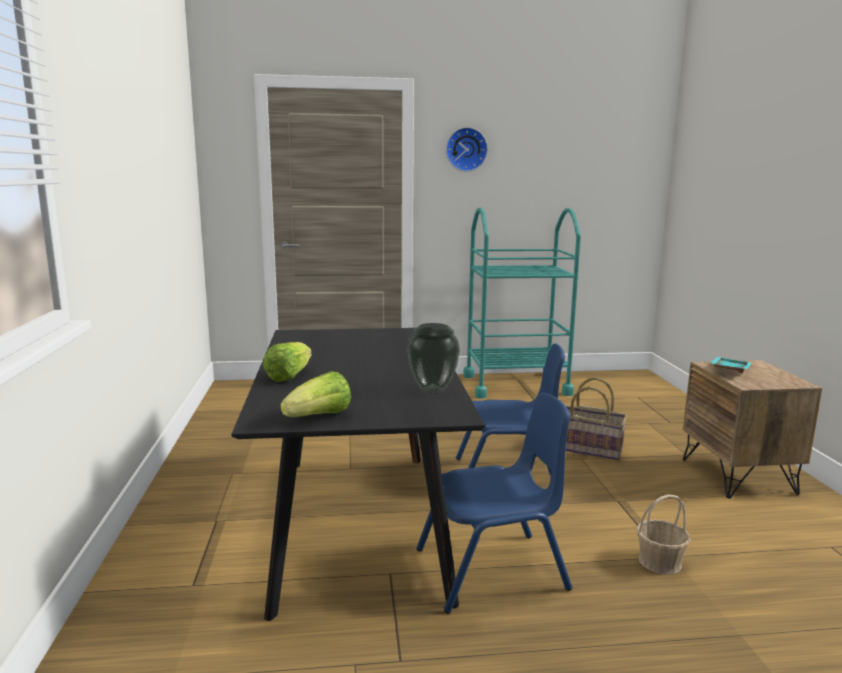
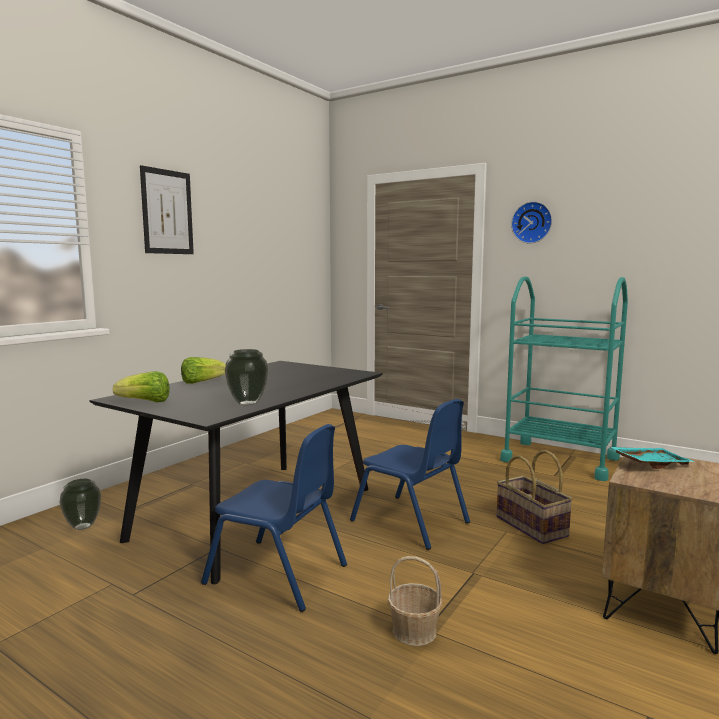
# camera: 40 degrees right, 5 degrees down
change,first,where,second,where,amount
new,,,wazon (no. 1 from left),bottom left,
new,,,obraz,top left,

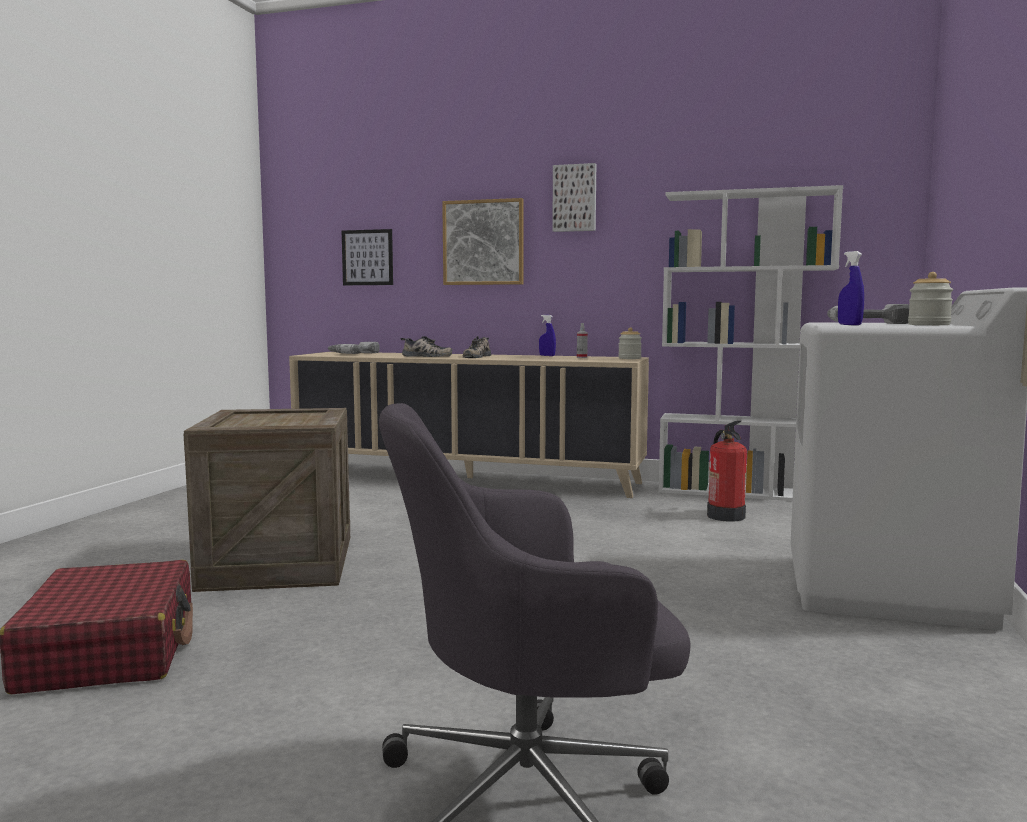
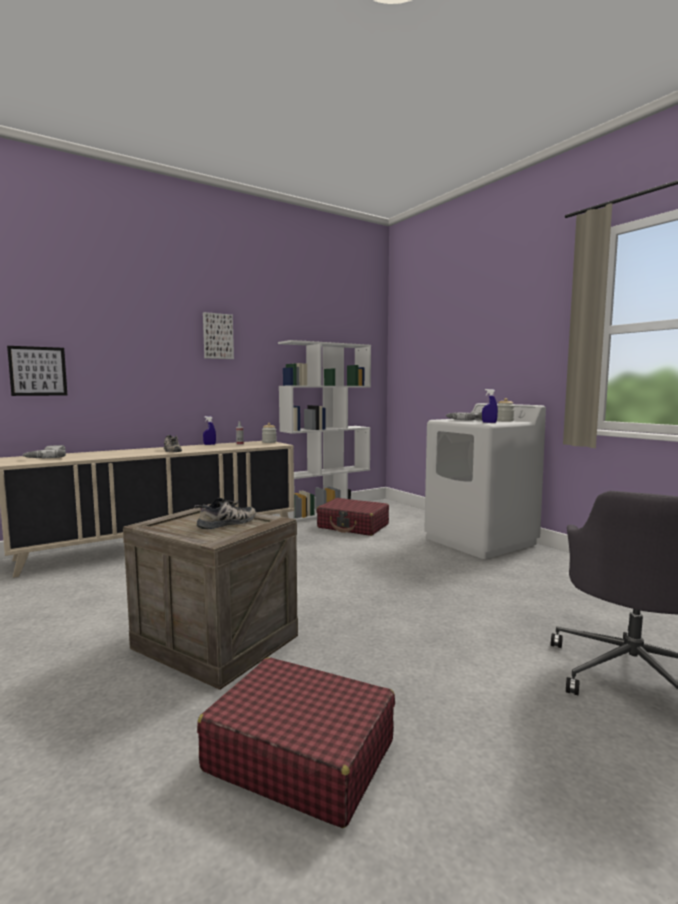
# camera: 50 degrees left, 0 degrees up
change,first,where,second,where,amount
shifted,but (no. 1 from left in the first image),centre,but (no. 2 from left),middle left,
swapped,gaśnica,middle right,walizka [czerwony] (no. 2 from left),centre,
gone,obraz (no. 2 from left),top centre,,,

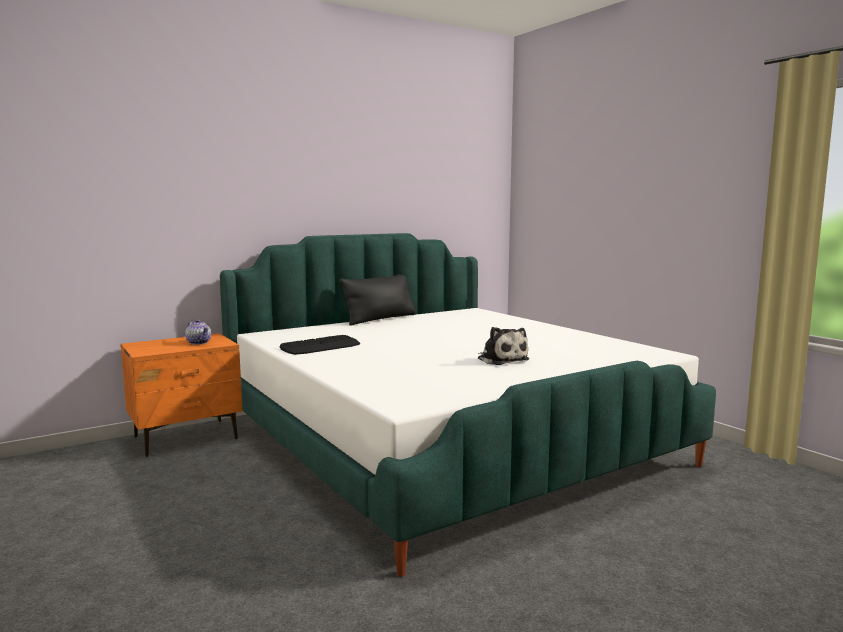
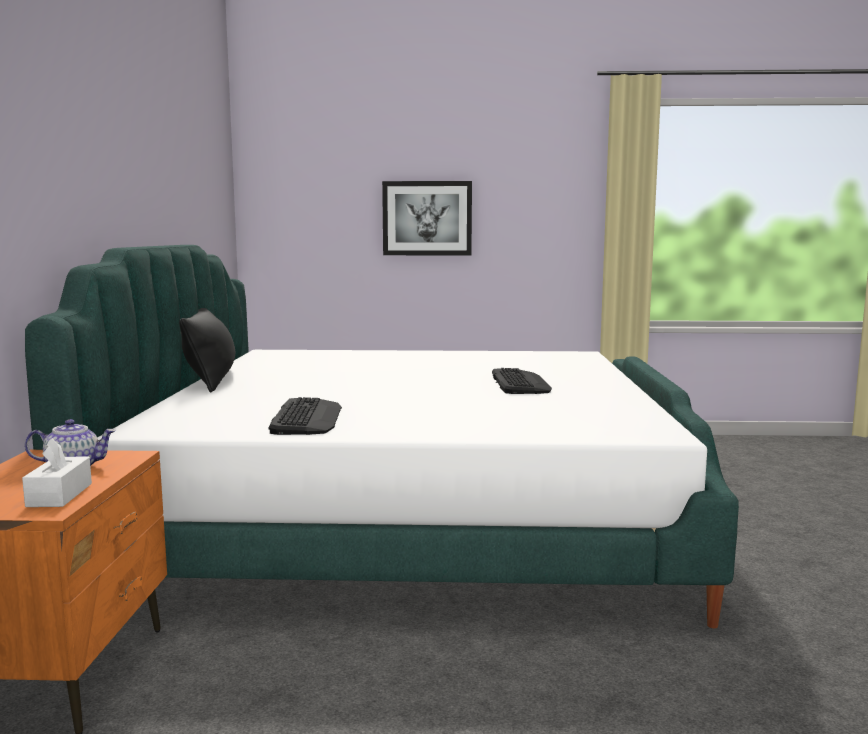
# camera: 55 degrees left, 0 degrees up
change,first,where,second,where,amount
new,,,pudełko chusteczek [biały],middle left,
new,,,obraz,top centre,
swapped,pluszak,centre,klawiatura (no. 2 from left),centre,

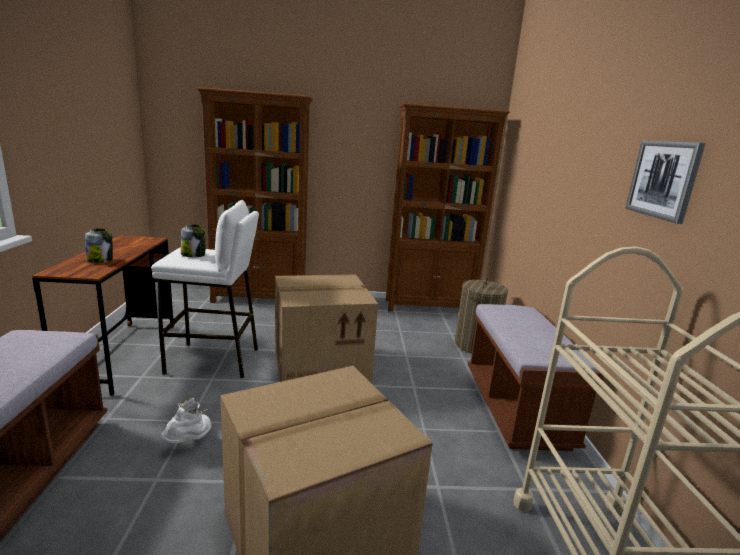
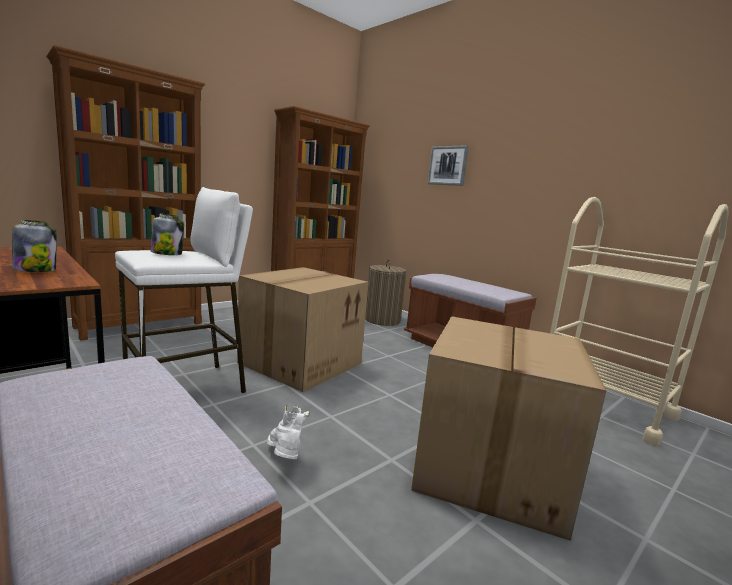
# camera: 40 degrees left, 5 degrees down
change,first,where,second,where,amount
shifted,obraz,top right,,top centre,

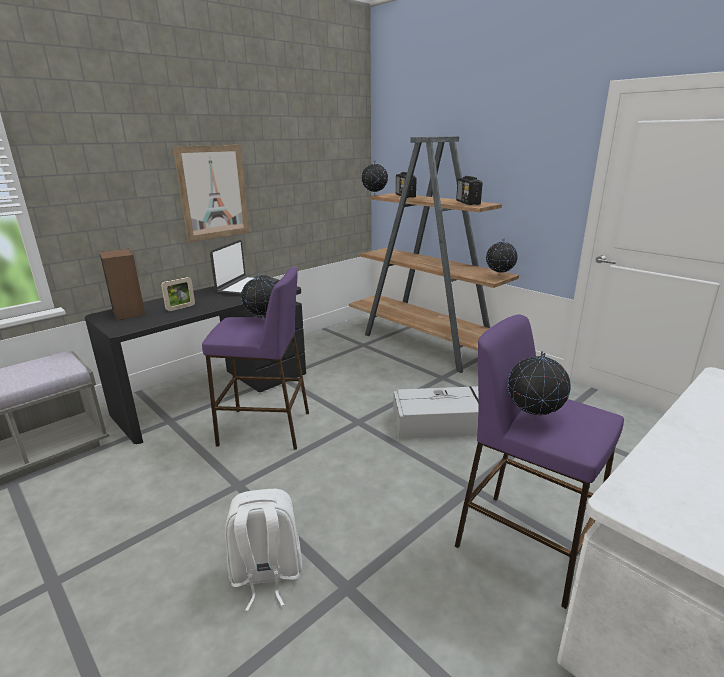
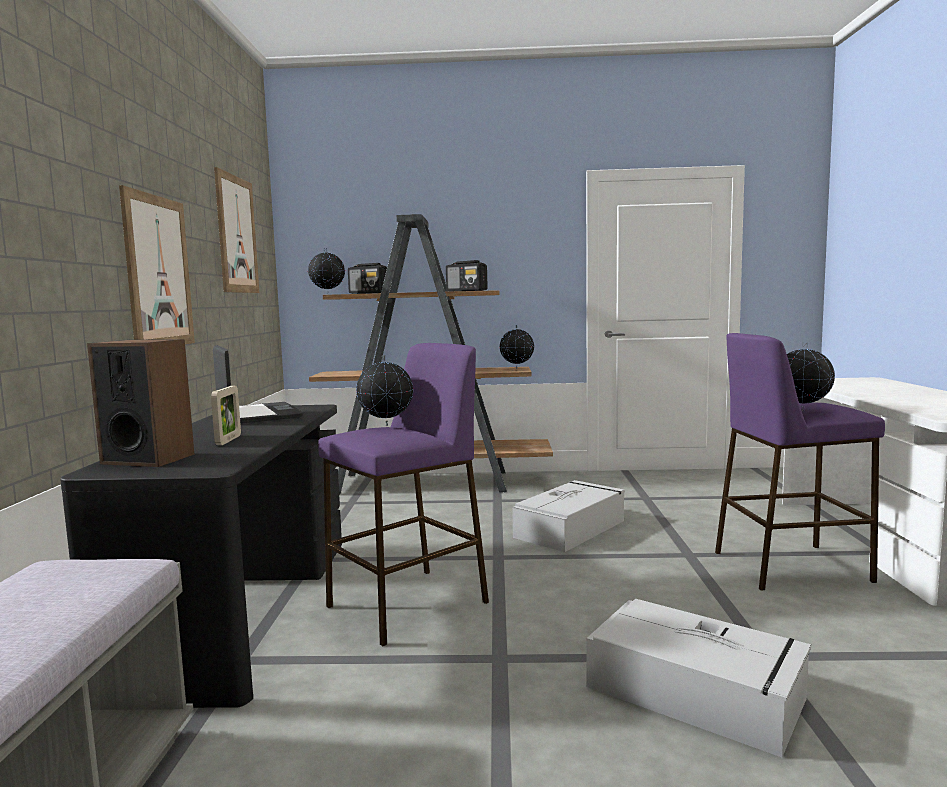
# camera: 45 degrees left, 15 degrees down
change,first,where,second,where,amount
new,,,obraz (no. 2 from left),top left,
swapped,plecak [biały],bottom centre,pojemnik do przechowywania [szary] (no. 2 from left),bottom right,

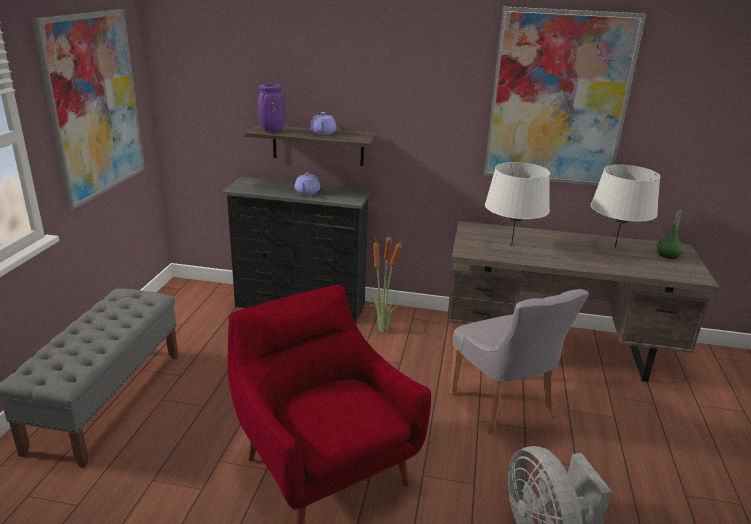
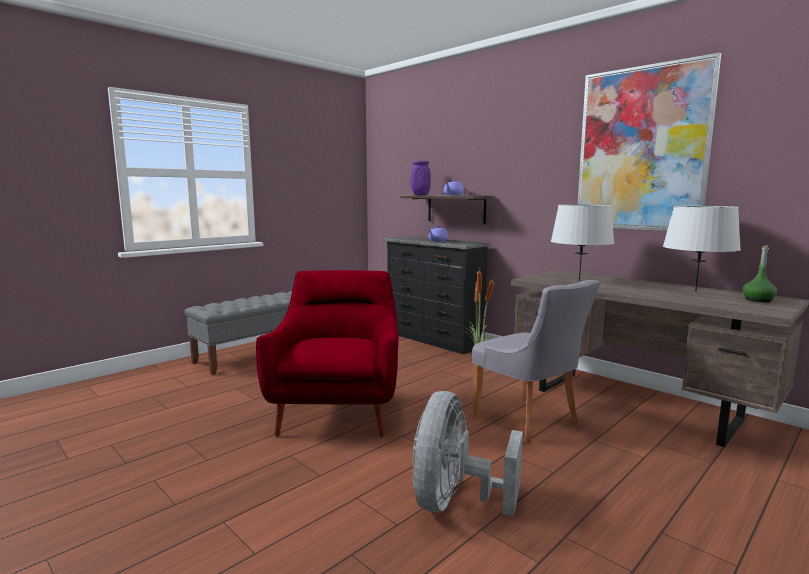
# camera: 35 degrees right, 15 degrees down
change,first,where,second,where,amount
rotated,krzesło [szary],bottom right,,centre,45 degrees counterclockwise
gone,obraz (no. 1 from left),top left,,,

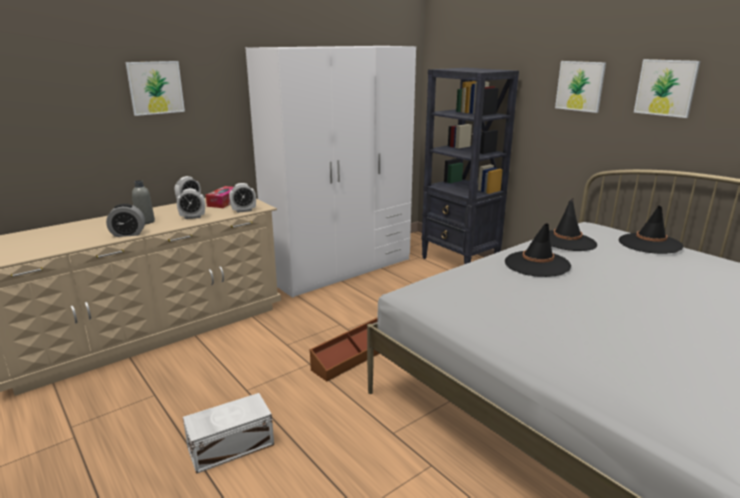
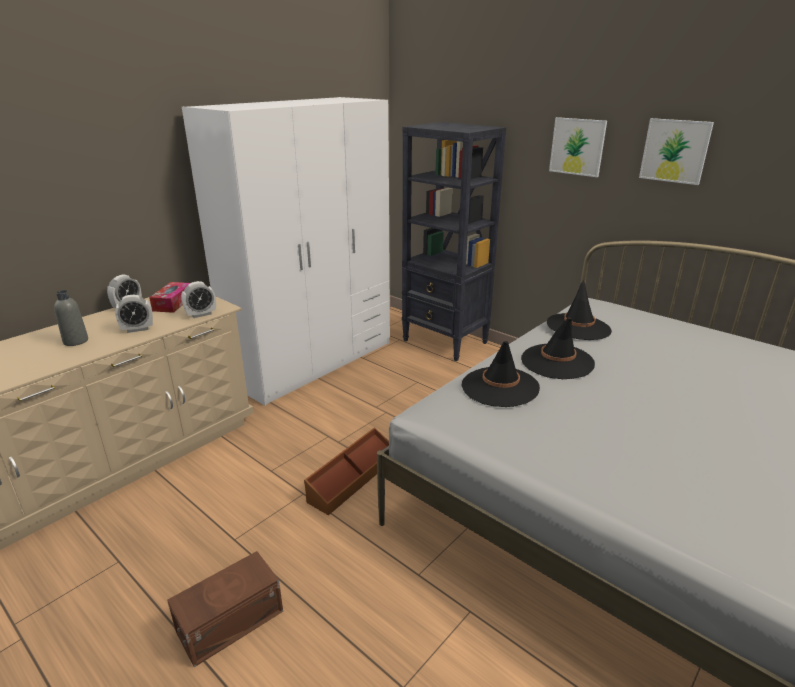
# camera: 10 degrees left, 5 degrees up
change,first,where,second,where,amount
repainted,pojemnik do przechowywania [biały],bottom left,pojemnik do przechowywania [brązowy] (no. 1 from left),bottom left,
shifted,kapelusz [czarny] (no. 3 from left in the first image),middle right,kapelusz [czarny] (no. 1 from left),centre,
gone,budzik (no. 1 from left),middle left,,,
gone,obraz (no. 1 from left),top left,,,

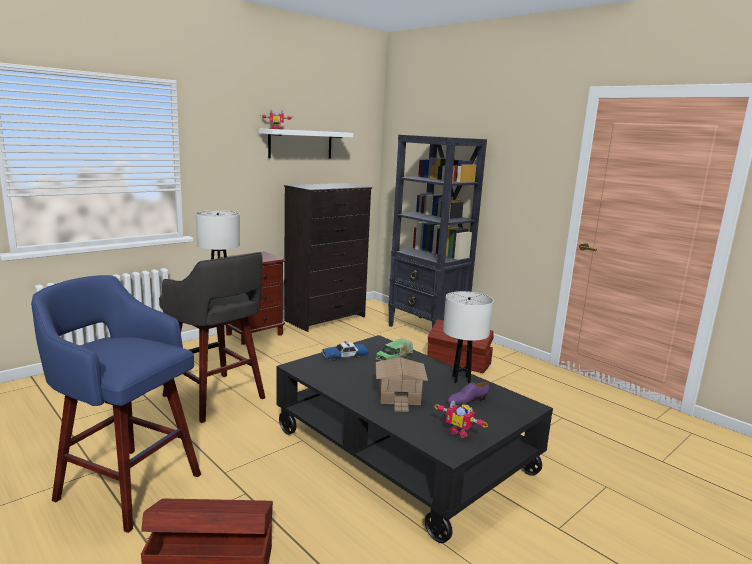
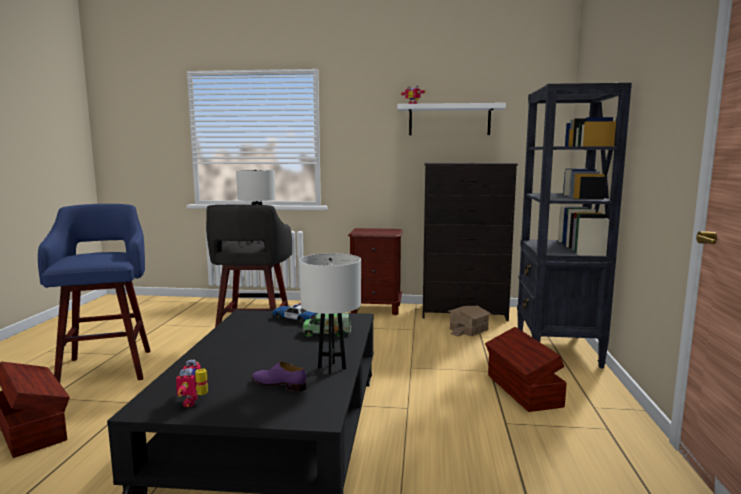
# camera: 50 degrees right, 5 degrees down
change,first,where,second,where,amount
shifted,domek,bottom centre,,centre,

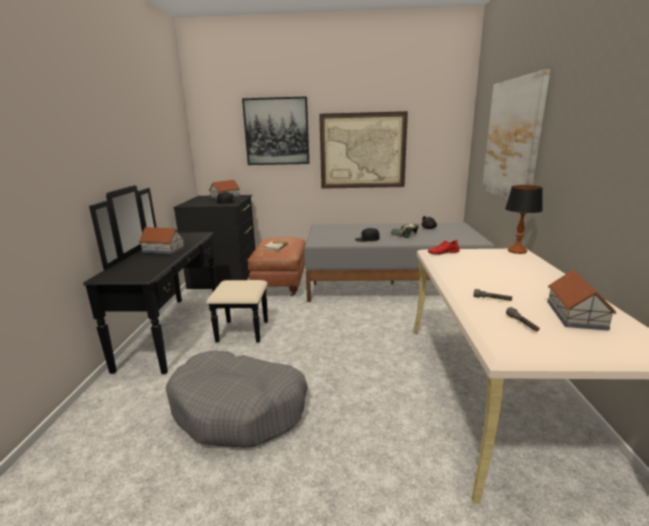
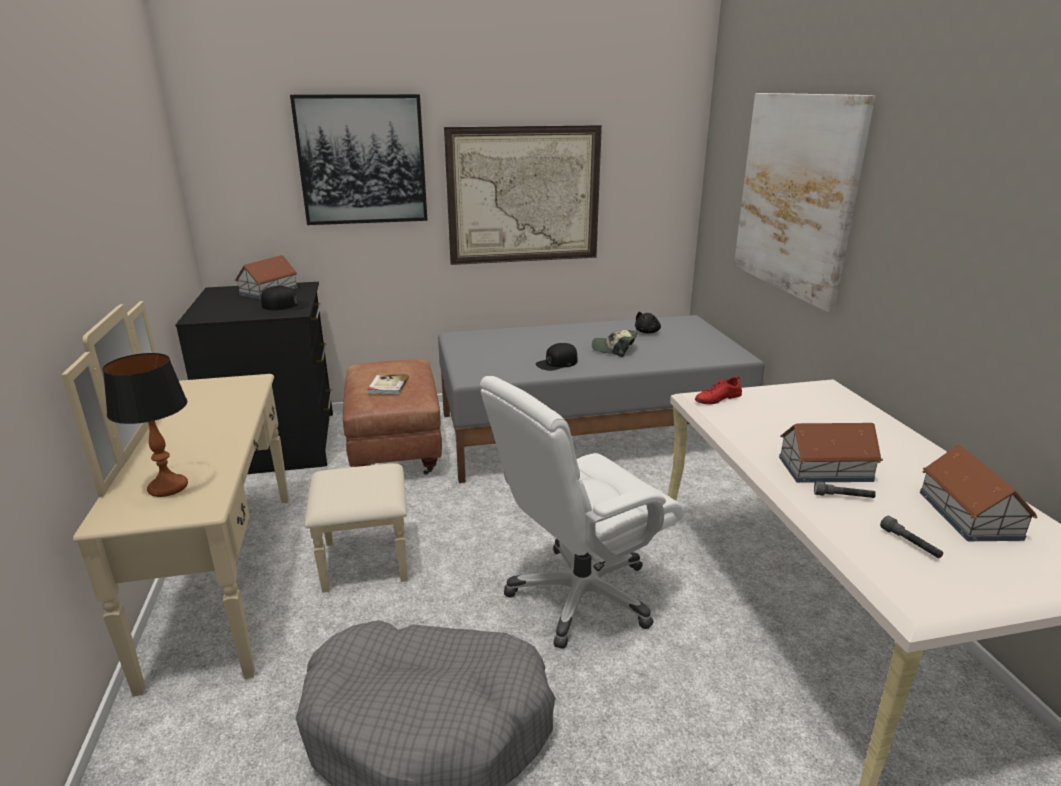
# camera: 15 degrees left, 5 degrees up
change,first,where,second,where,amount
repainted,komoda [czarny] (no. 1 from left),middle left,komoda [beżowy],middle left,
shifted,lampa stołowa,middle right,,middle left,
new,,,krzesło biurowe [biały],centre,
shifted,domek (no. 1 from left in the first image),middle left,domek (no. 2 from left),middle right,

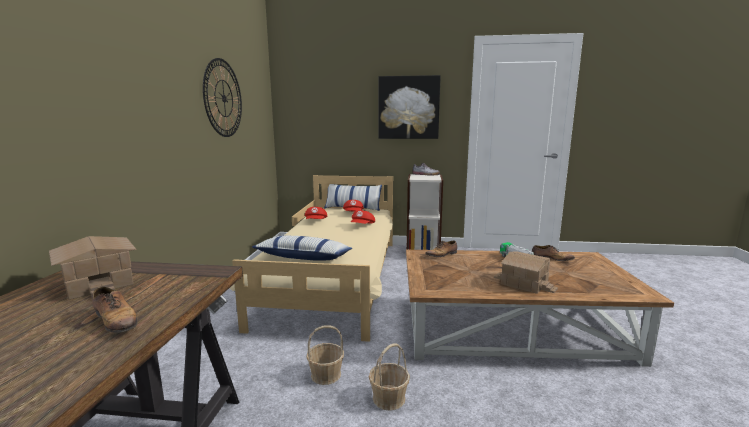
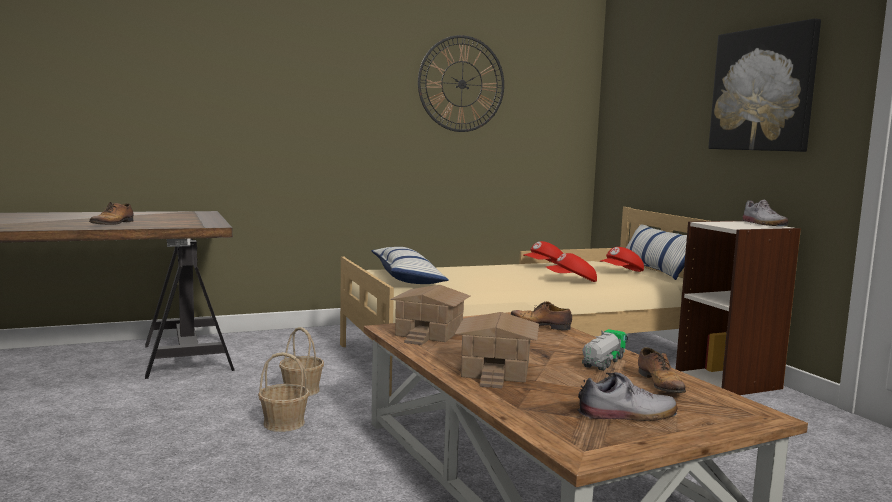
# camera: 60 degrees right, 5 degrees down
change,first,where,second,where,amount
shifted,domek (no. 1 from left),middle left,,centre,
new,,,but (no. 3 from left),bottom right,

